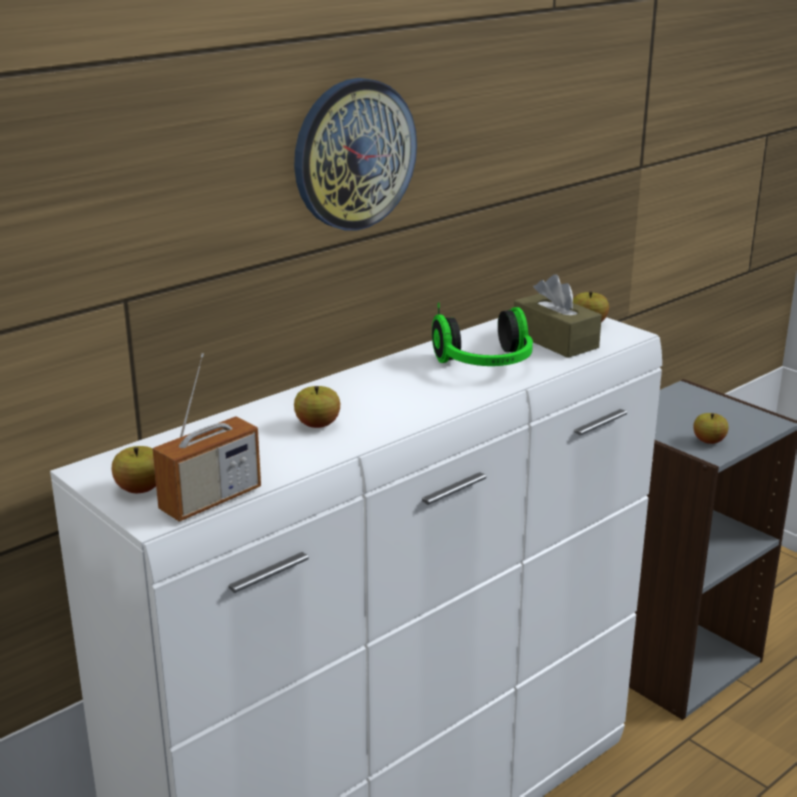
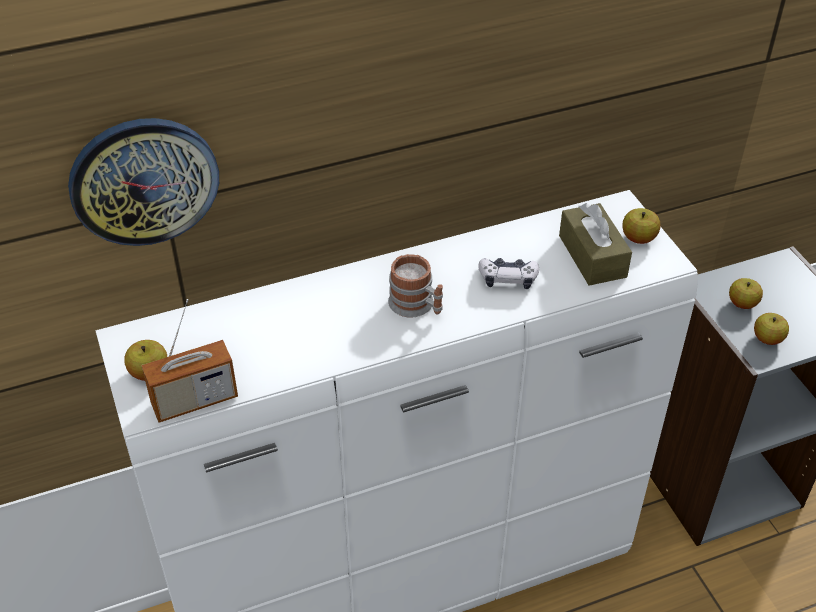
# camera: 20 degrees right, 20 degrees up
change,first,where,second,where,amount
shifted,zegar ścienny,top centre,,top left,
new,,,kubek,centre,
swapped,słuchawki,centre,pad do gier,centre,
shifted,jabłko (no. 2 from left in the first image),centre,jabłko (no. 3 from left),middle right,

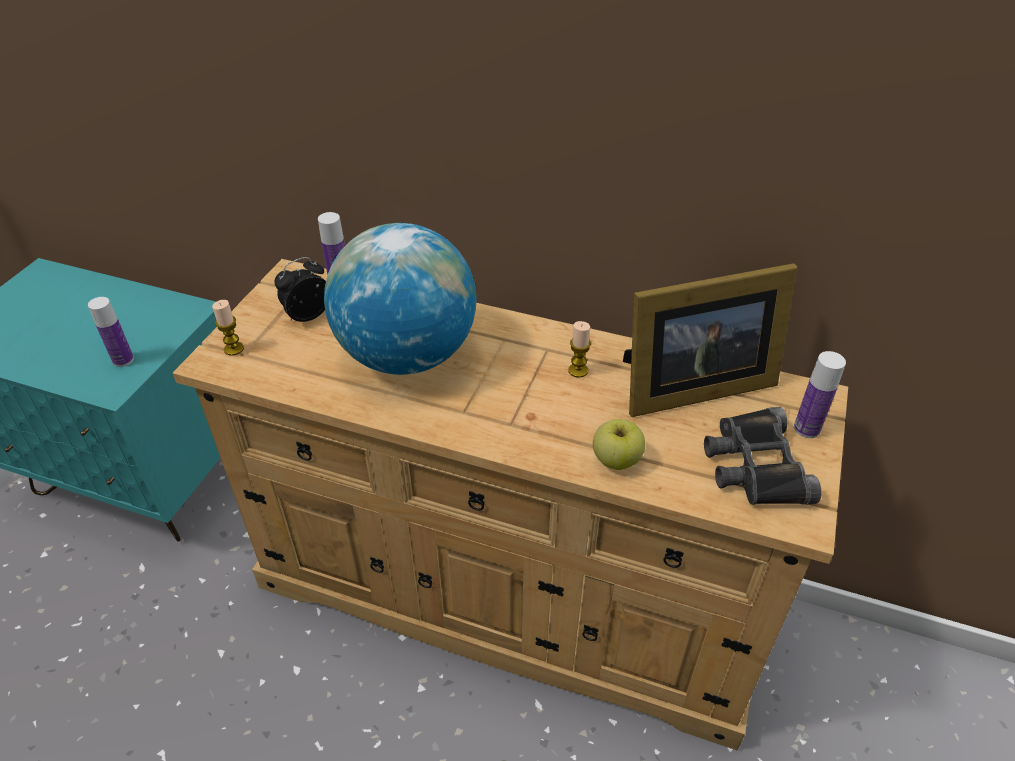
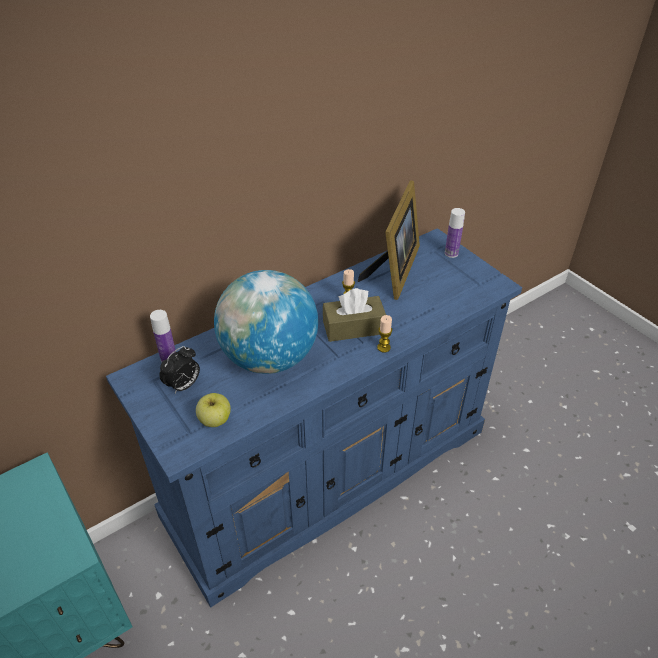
# camera: 55 degrees left, 0 degrees up
change,first,where,second,where,amount
repainted,komoda [beżowy],centre,komoda [niebieski],centre,
rotated,budzik,middle left,,middle left,135 degrees counterclockwise
shifted,jabłko,centre,,middle left,
new,,,pudełko chusteczek [brązowy],centre,
shifted,świeca (no. 1 from left in the first image),middle left,świeca (no. 2 from left),centre,
gone,butelka (no. 1 from left),middle left,,,
gone,lornetka [czarny],middle right,,,

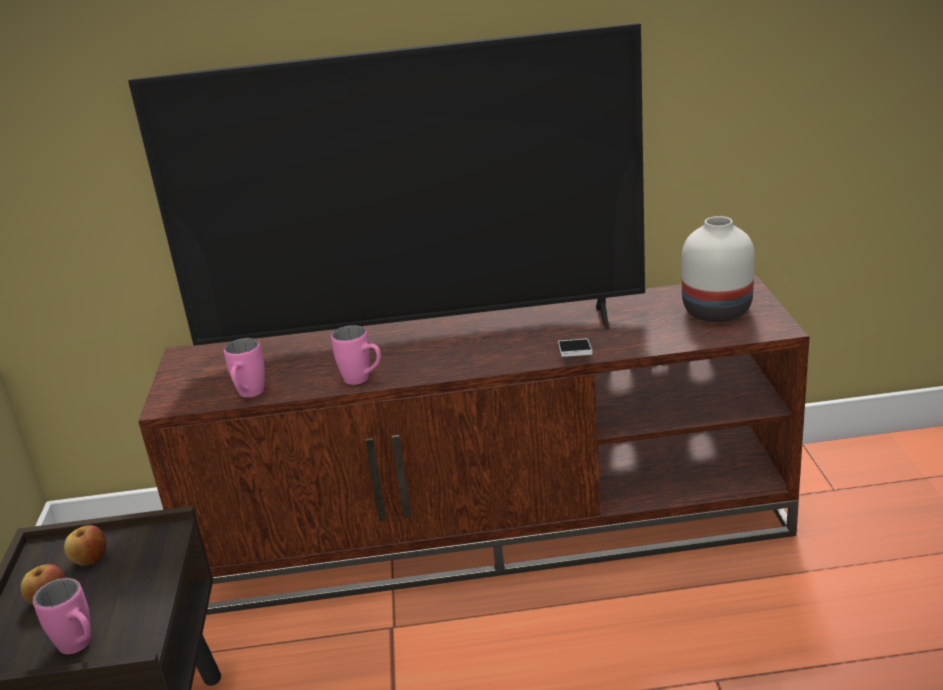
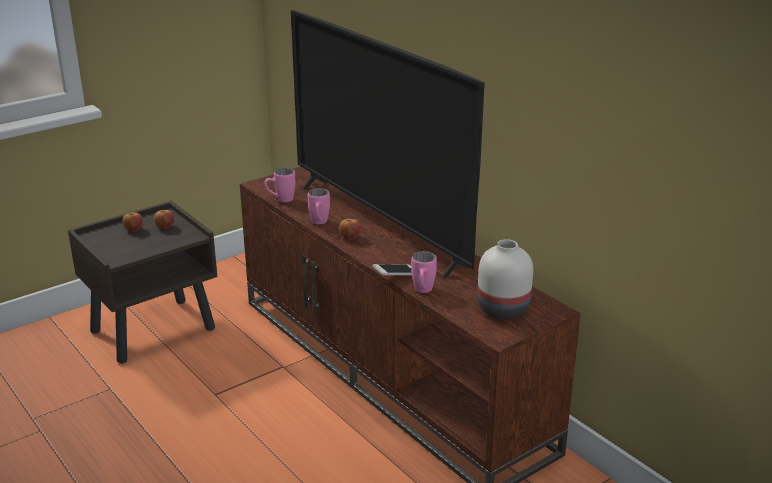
# camera: 55 degrees right, 0 degrees up
change,first,where,second,where,amount
new,,,jabłko (no. 3 from left),centre,
shifted,kubek [różowy] (no. 1 from left in the first image),bottom left,kubek [różowy] (no. 3 from left),centre,

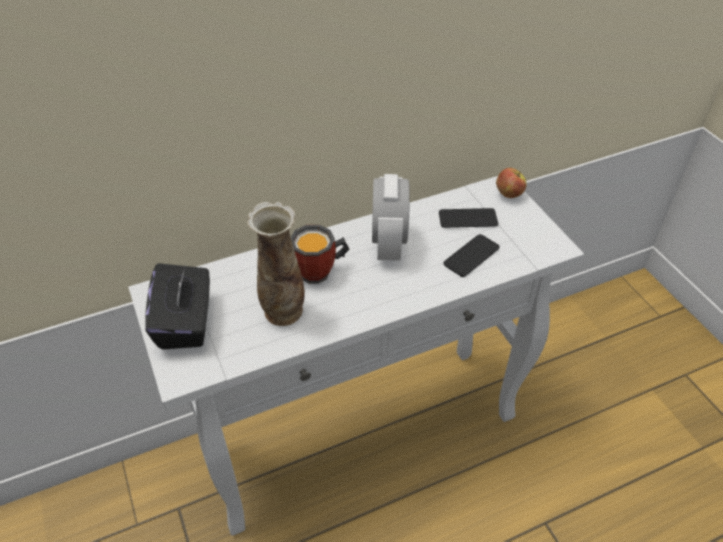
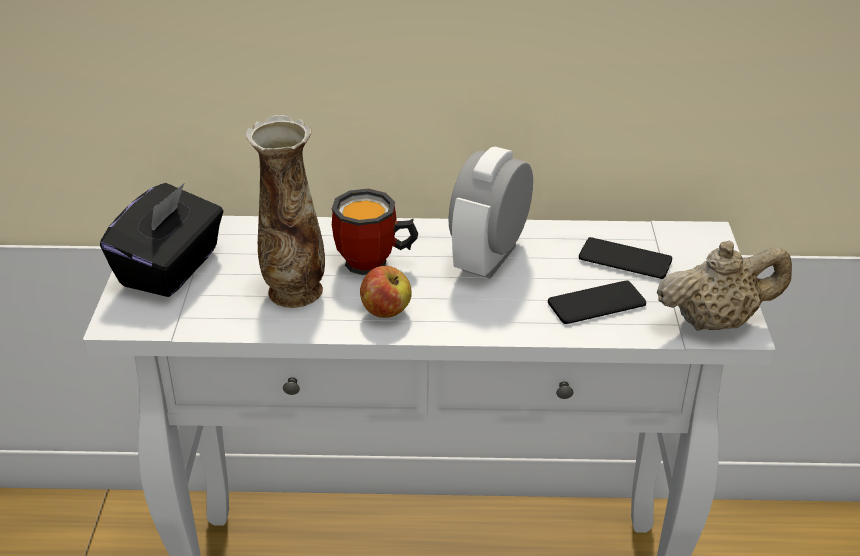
# camera: 25 degrees right, 10 degrees down
change,first,where,second,where,amount
shifted,jabłko,middle right,,centre,
new,,,imbryk [beżowy],middle right,

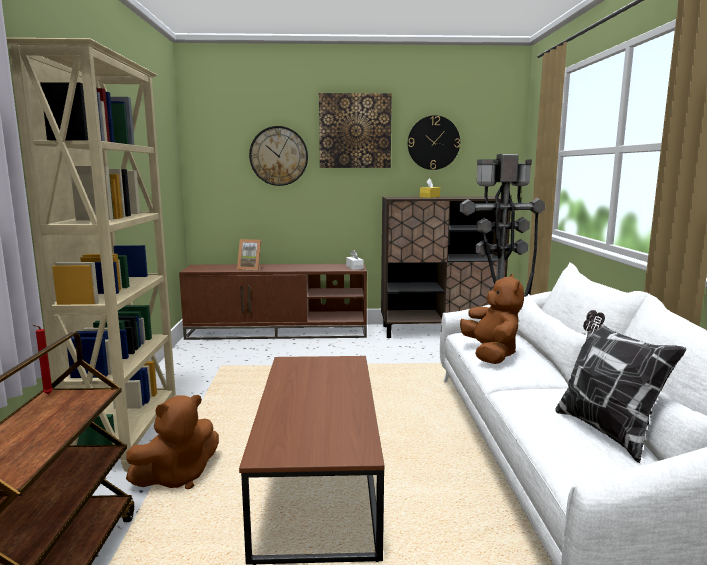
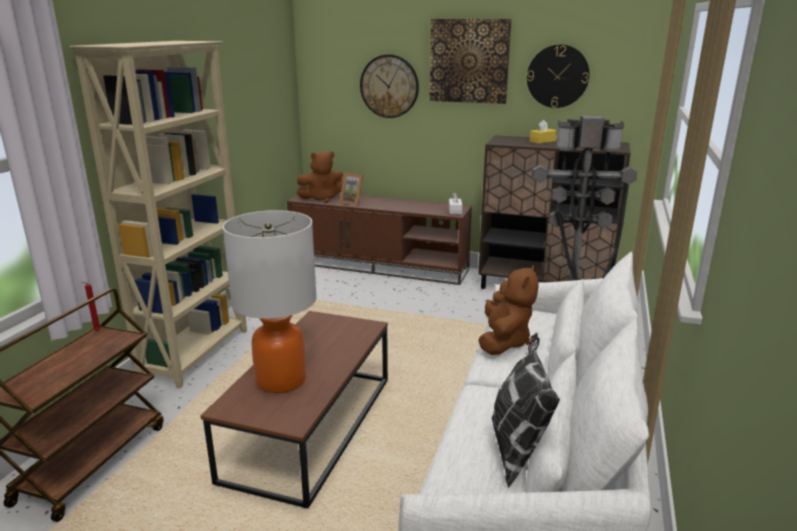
# camera: 20 degrees right, 10 degrees up
change,first,where,second,where,amount
new,,,lampa stołowa,centre,
shifted,pluszak [brązowy] (no. 1 from left),bottom left,,centre,

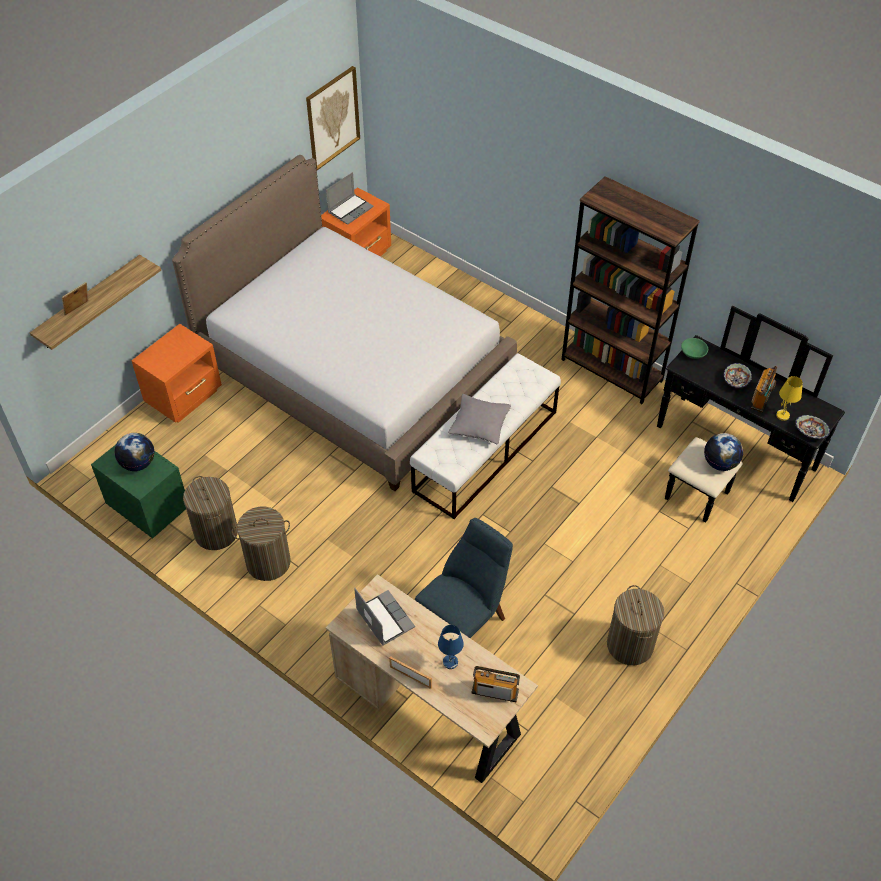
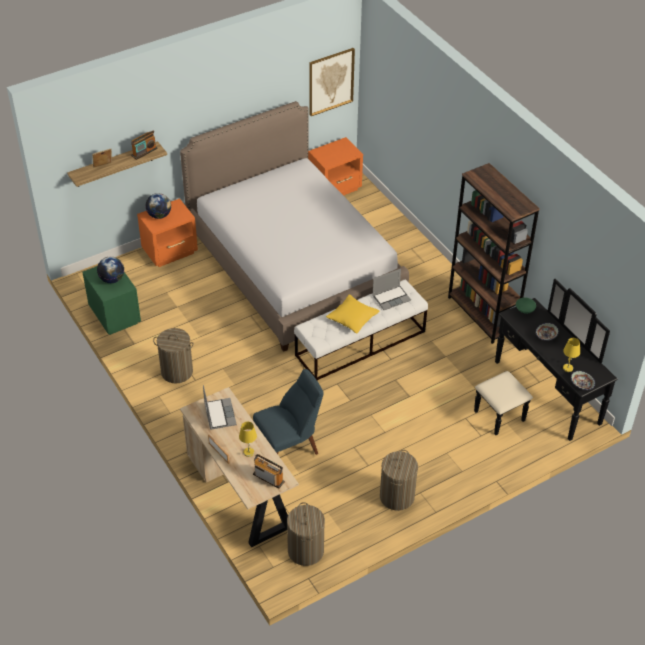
# camera: 20 degrees right, 5 degrees down
change,first,where,second,where,amount
shifted,radio (no. 2 from left in the first image),middle right,radio (no. 1 from left),top left,
shifted,globus (no. 2 from left),middle right,,top left,
repainted,lampa stołowa [niebieski],bottom centre,lampa stołowa [żółty] (no. 1 from left),bottom centre,
shifted,kosz na pranie (no. 1 from left in the first image),middle left,kosz na pranie (no. 2 from left),bottom centre,
repainted,poduszka [szary],centre,poduszka [żółty],centre,
shifted,laptop (no. 1 from left in the first image),top centre,laptop (no. 2 from left),centre,

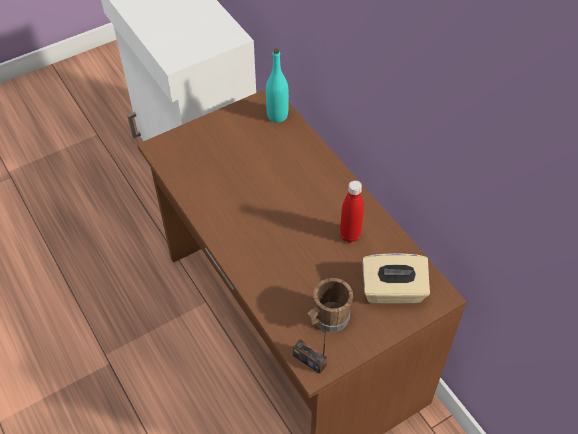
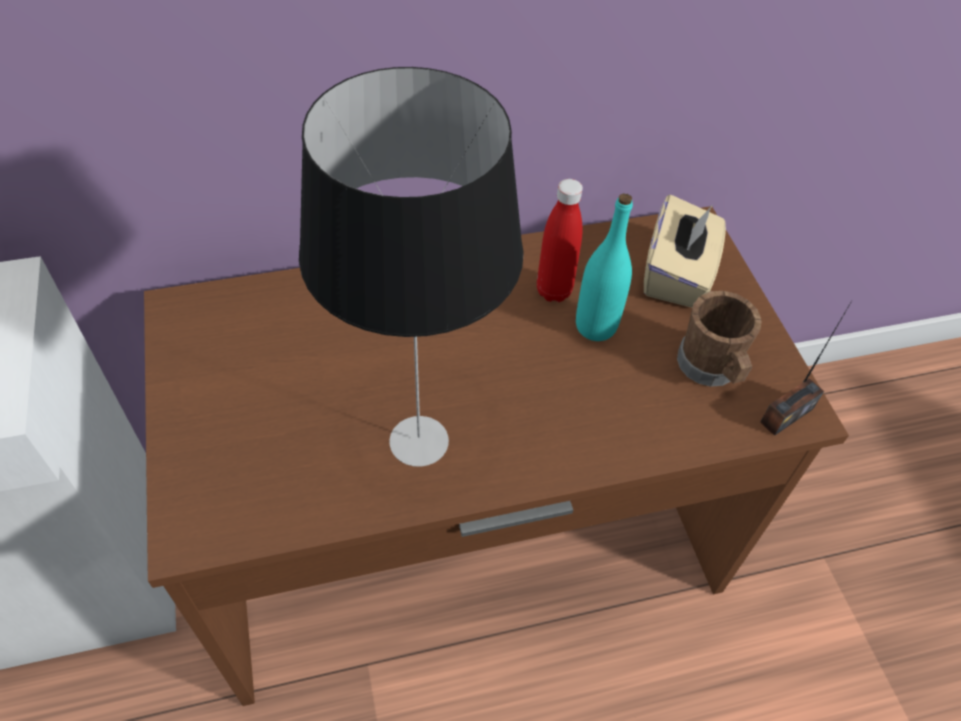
# camera: 75 degrees left, 0 degrees up
change,first,where,second,where,amount
new,,,lampa stołowa,centre,
shifted,butelka [turkusowy],top centre,,centre,

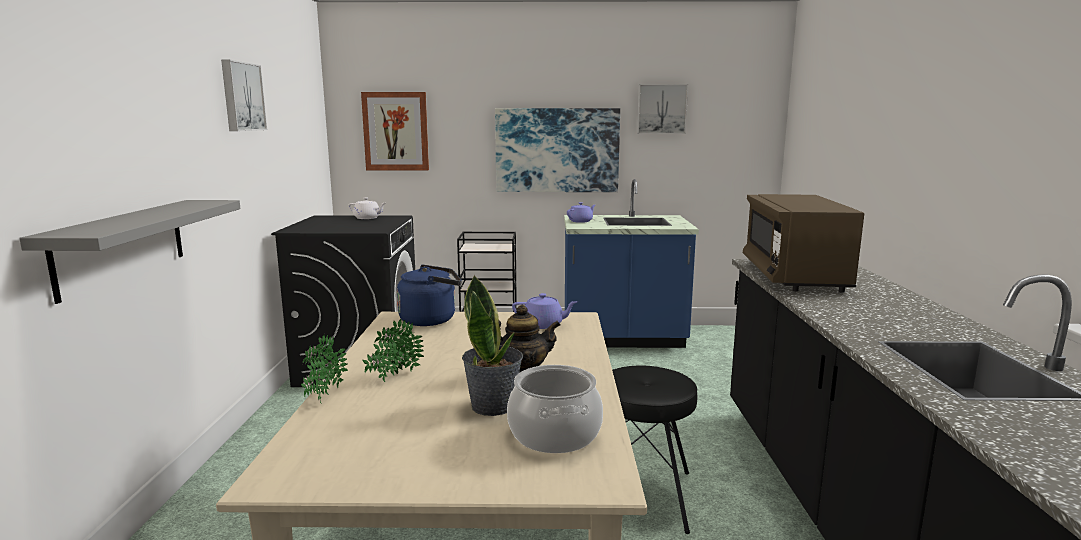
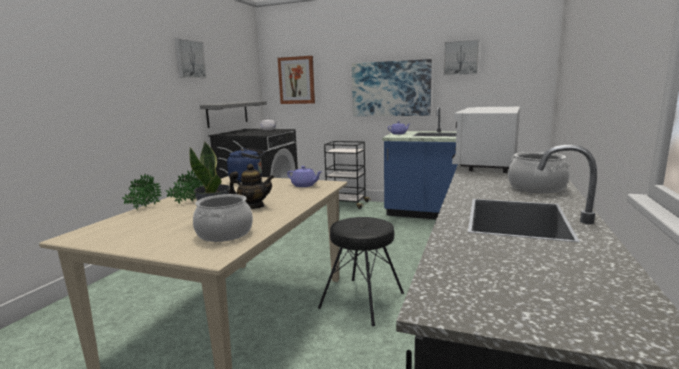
# camera: 20 degrees right, 0 degrees up
change,first,where,second,where,amount
shifted,półka [szary],middle left,,top centre,
repainted,mikrofalówka [brązowy],middle right,mikrofalówka [biały],middle right,
new,,,garnek (no. 2 from left),middle right,

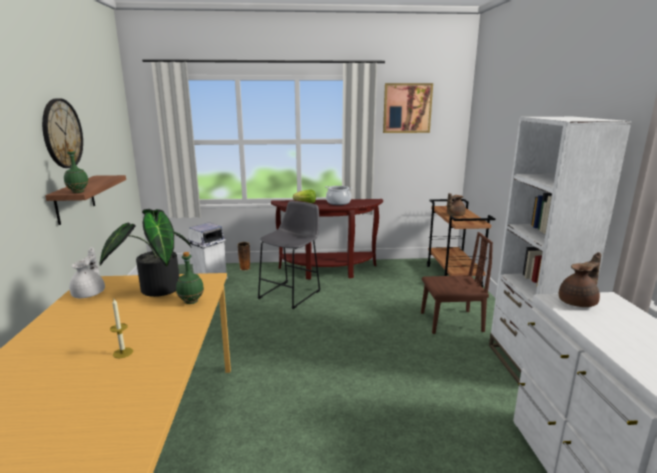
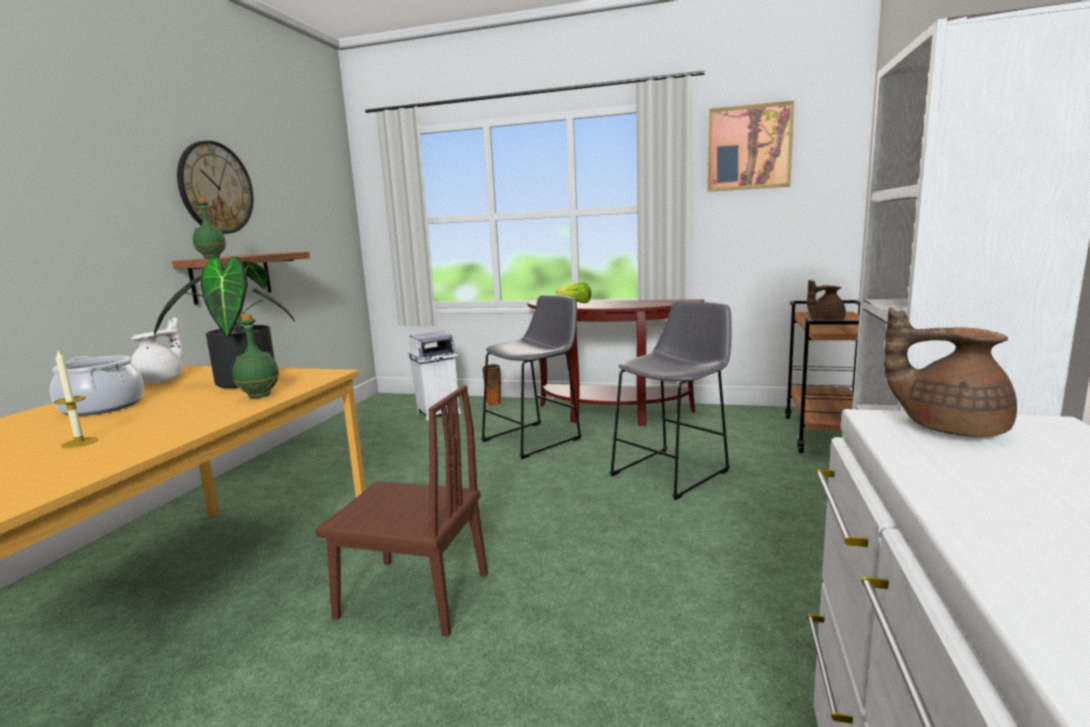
# camera: 20 degrees right, 5 degrees down
change,first,where,second,where,amount
shifted,garnek,centre,,middle left,
shifted,krzesło [brązowy],middle right,,bottom centre,
new,,,stołek [szary] (no. 2 from left),centre,
rotated,imbryk [brązowy] (no. 2 from left),middle right,,middle right,135 degrees counterclockwise

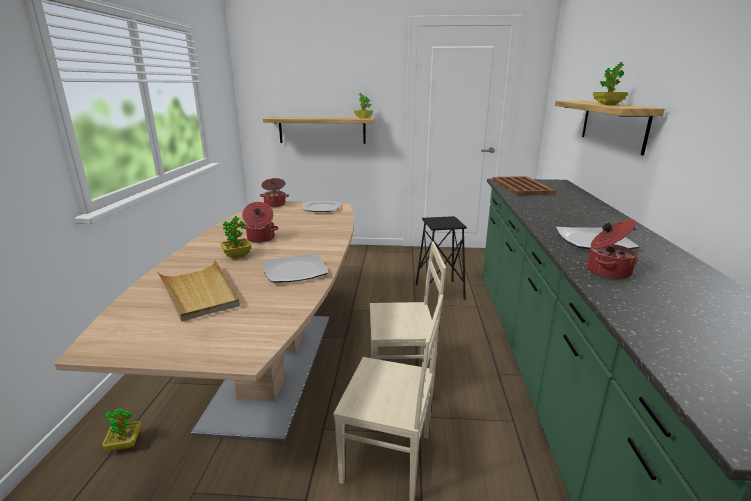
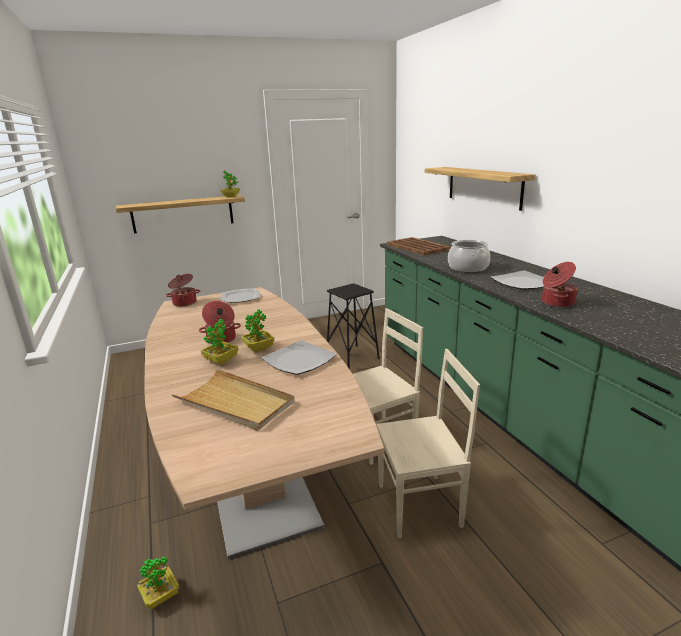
# camera: 25 degrees left, 0 degrees up
change,first,where,second,where,amount
shifted,roślina doniczkowa (no. 4 from left),top right,,centre,
new,,,garnek (no. 3 from left),middle right,

